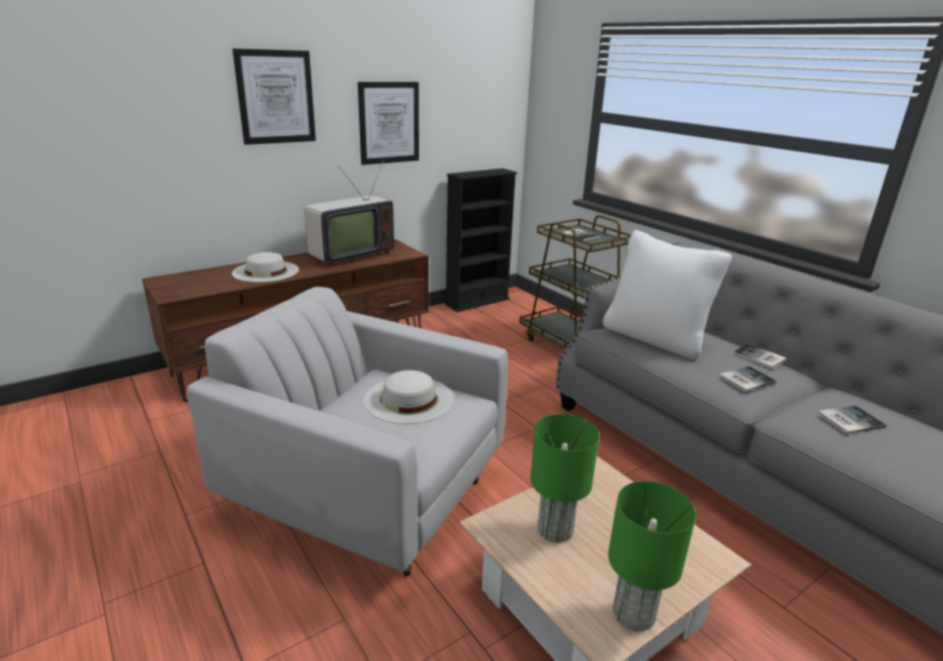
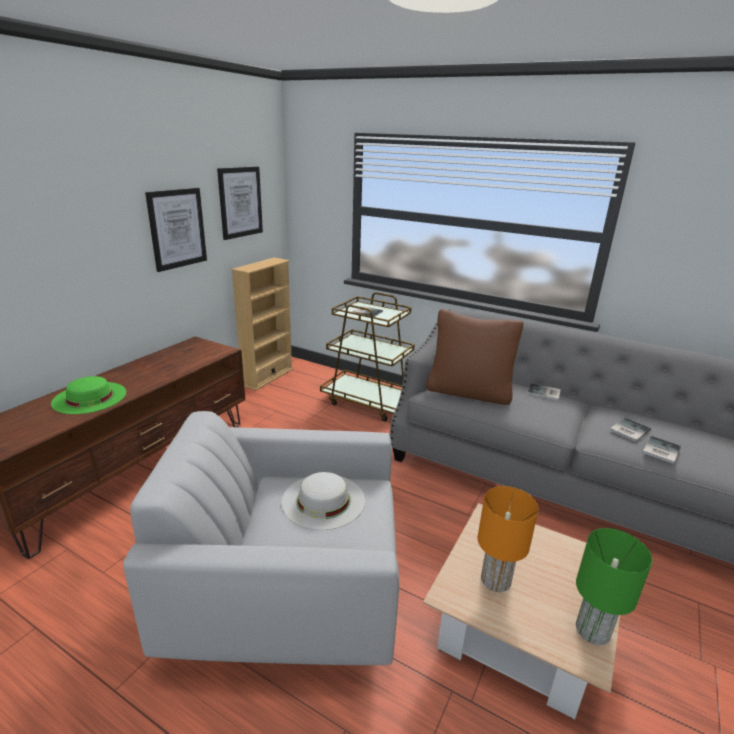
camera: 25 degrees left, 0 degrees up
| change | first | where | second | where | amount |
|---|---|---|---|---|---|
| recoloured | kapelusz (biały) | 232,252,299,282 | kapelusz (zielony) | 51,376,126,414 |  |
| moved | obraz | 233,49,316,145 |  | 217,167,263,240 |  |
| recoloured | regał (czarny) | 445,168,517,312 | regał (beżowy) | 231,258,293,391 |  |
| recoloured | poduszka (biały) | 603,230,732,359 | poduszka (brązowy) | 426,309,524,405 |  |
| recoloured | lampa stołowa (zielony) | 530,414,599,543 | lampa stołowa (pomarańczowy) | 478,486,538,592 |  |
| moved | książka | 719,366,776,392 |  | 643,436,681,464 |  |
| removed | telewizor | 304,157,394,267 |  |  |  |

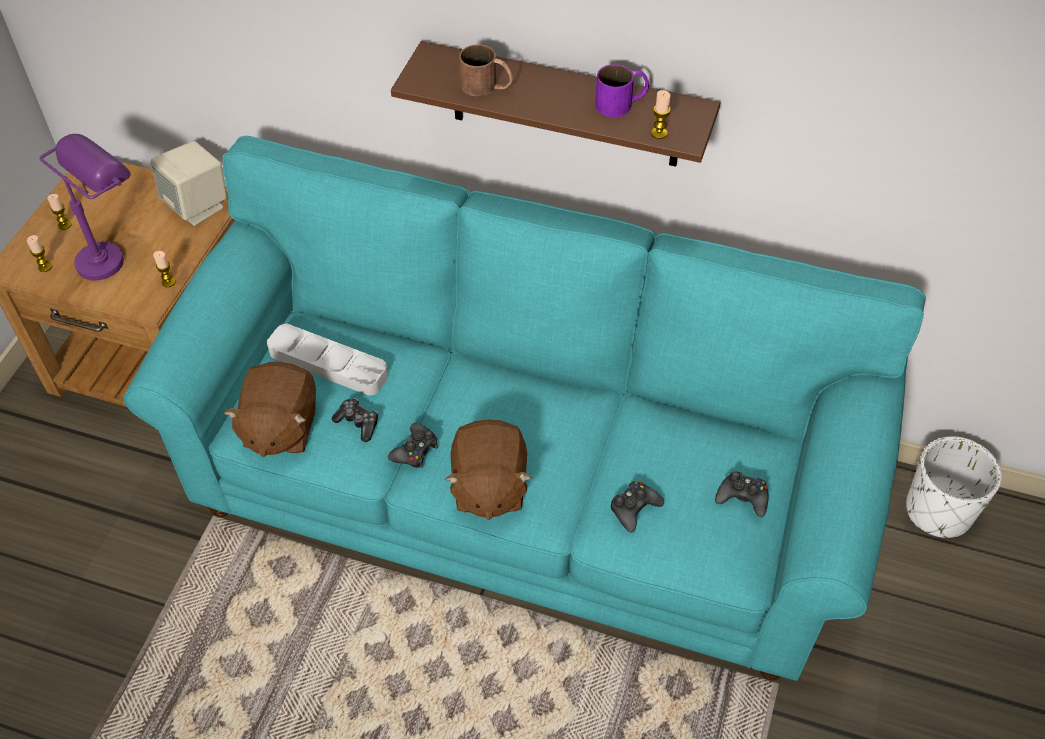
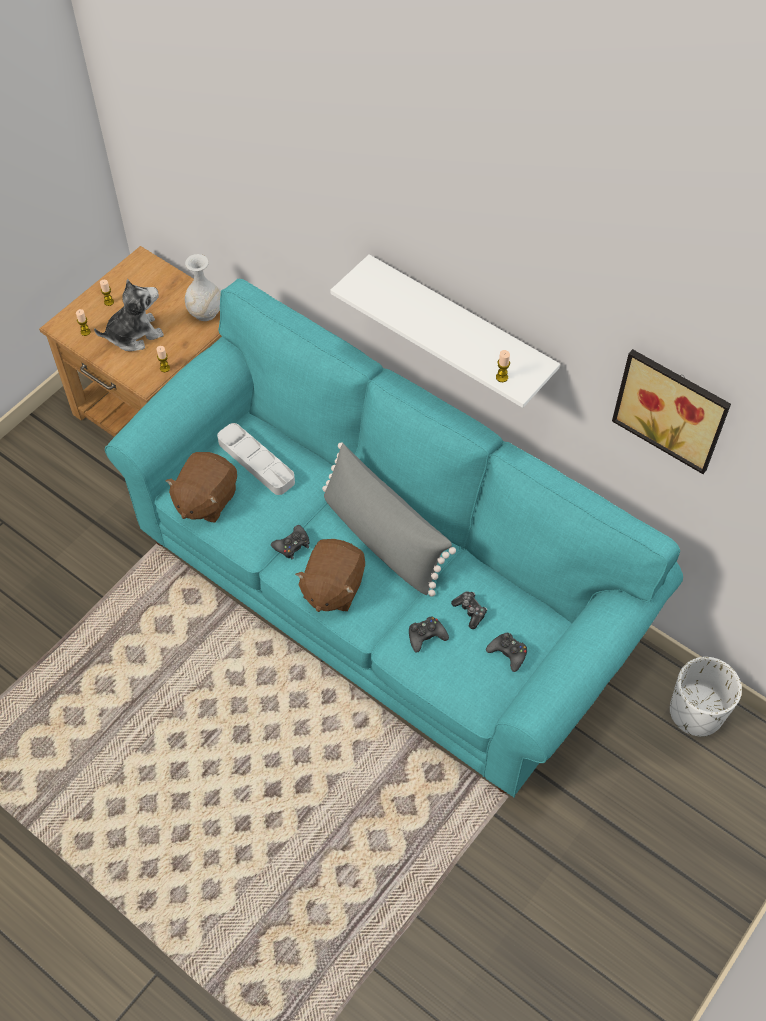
camera: 20 degrees right, 5 degrees up
| change | first | where | second | where | amount |
|---|---|---|---|---|---|
| replaced | lampa stołowa (fioletowy) | 39,134,131,281 | pluszak | 94,279,164,351 |  |
| replaced | głośnik (beżowy) | 151,141,227,226 | wazon (biały) | 185,254,221,321 |  |
| added |  |  | poduszka (szary) | 322,443,456,596 |  |
| recoloured | półka (brązowy) | 391,41,720,167 | półka (biały) | 330,254,560,408 |  |
| moved | pad do gier | 332,398,378,442 |  | 451,591,487,629 |  |
| added |  |  | obraz | 612,349,731,474 |  |
| removed | kubek (brązowy) | 459,45,513,96 |  |  |  |
| removed | kubek (fioletowy) | 595,64,649,117 |  |  |  |

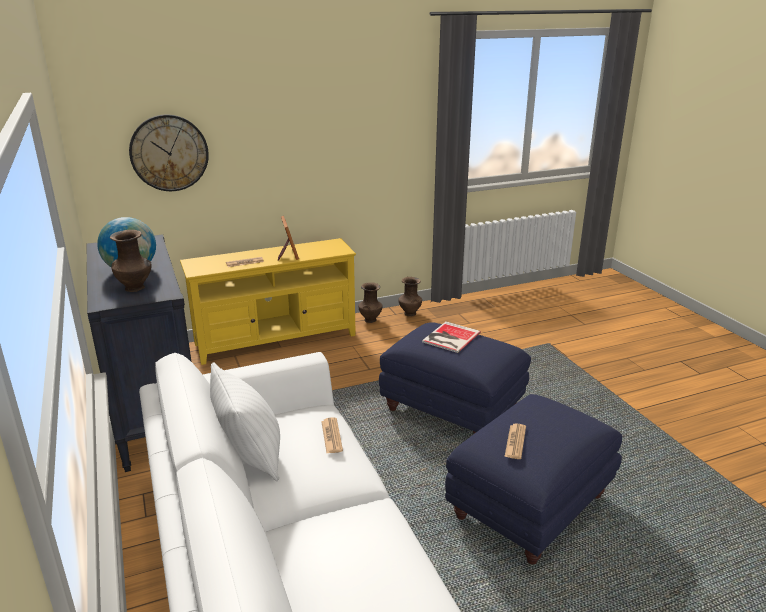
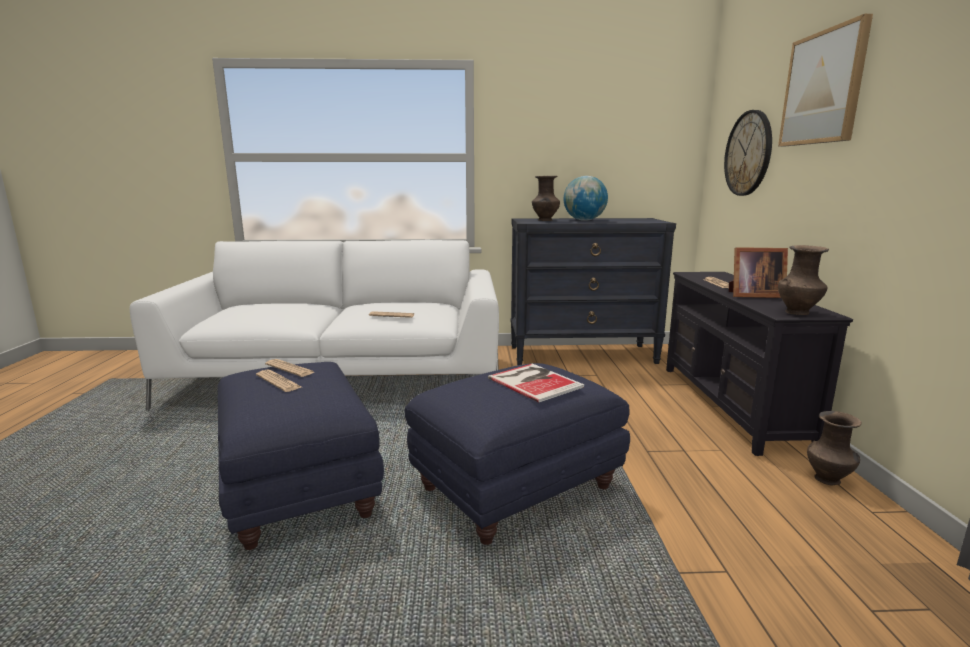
camera: 110 degrees right, 10 degrees down
| change | first | where | second | where | amount |
|---|---|---|---|---|---|
| added |  |  | gazeta | 256,370,301,392 |  |
| recoloured | szafka pod telewizor (żółty) | 180,238,356,365 | szafka pod telewizor (czarny) | 666,272,853,456 |  |
| added |  |  | obraz | 778,14,873,146 |  |
| moved | wazon (brązowy) | 398,277,422,317 |  | 778,245,829,315 |  |
| removed | poduszka (biały) | 210,363,280,481 |  |  |  |

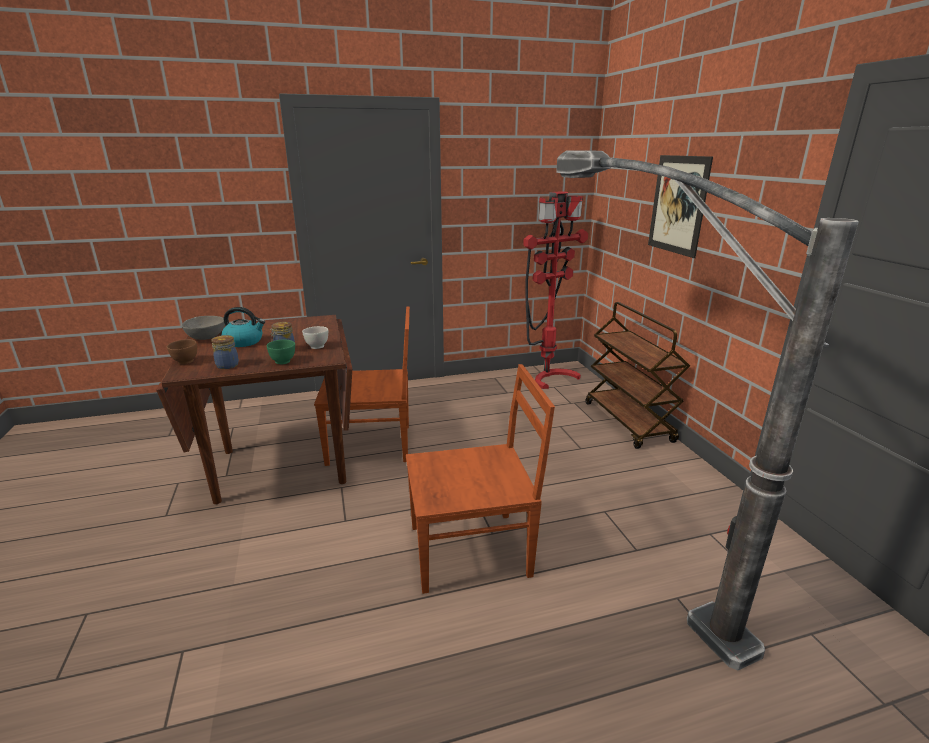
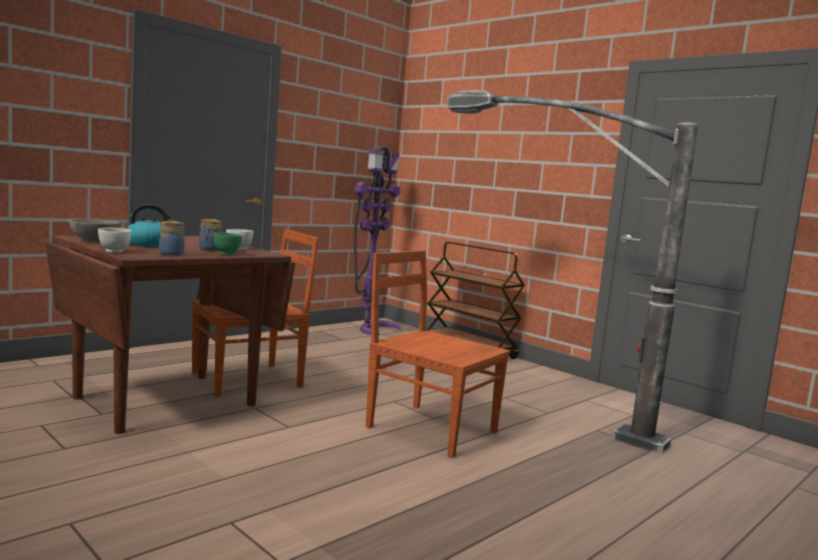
camera: 30 degrees left, 15 degrees down
| change | first | where | second | where | amount |
|---|---|---|---|---|---|
| recoloured | miska (brązowy) | 167,339,197,364 | miska (biały) | 98,228,132,253 |  |
| recoloured | lampa stojąca (czerwony) | 523,191,588,389 | lampa stojąca (fioletowy) | 354,146,400,335 |  |
| turned | krzesło (brązowy) | 406,364,555,594 |  | 366,250,510,458 | 105 degrees counterclockwise |
| removed | obraz | 648,155,713,258 |  |  |  |

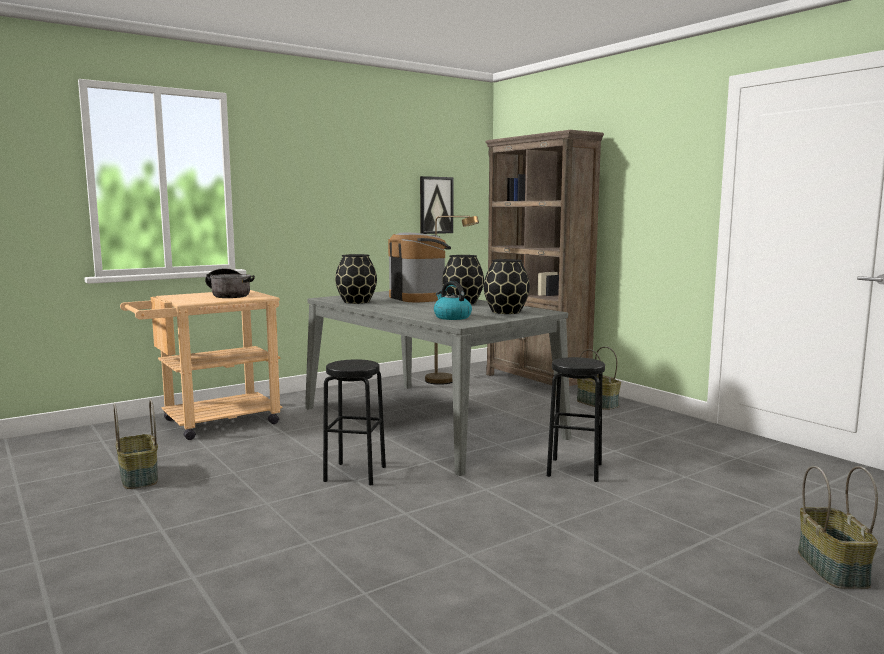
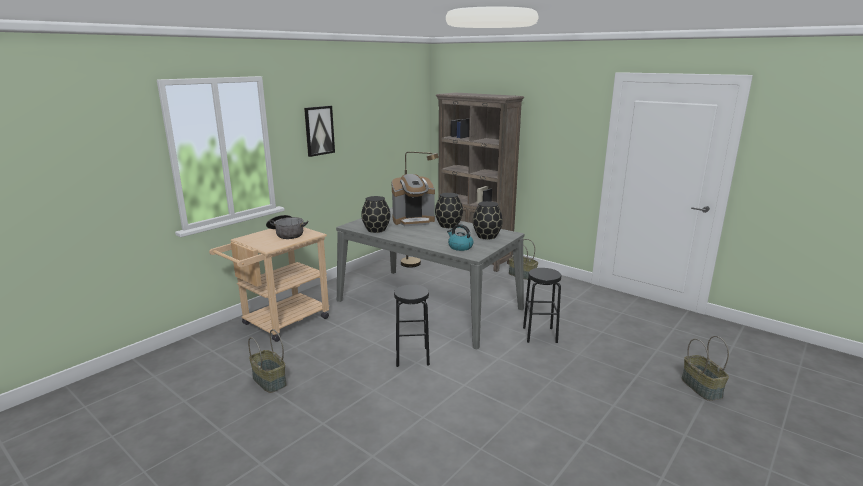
camera: 15 degrees left, 10 degrees up
| change | first | where | second | where | amount |
|---|---|---|---|---|---|
| moved | obraz | 420,176,453,234 |  | 304,106,335,157 |  |
| turned | ekspres do kawy | 388,233,451,302 |  | 391,174,435,226 | 120 degrees clockwise |

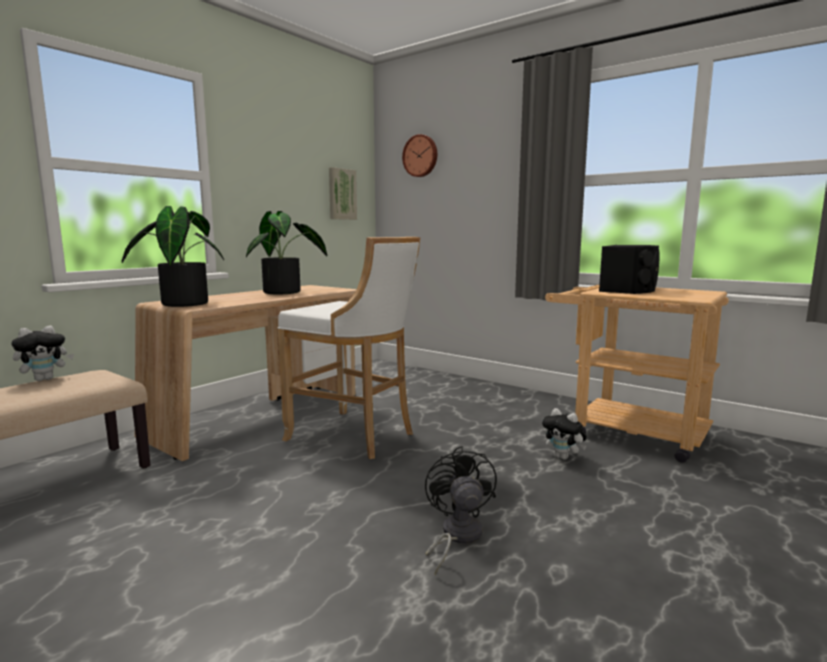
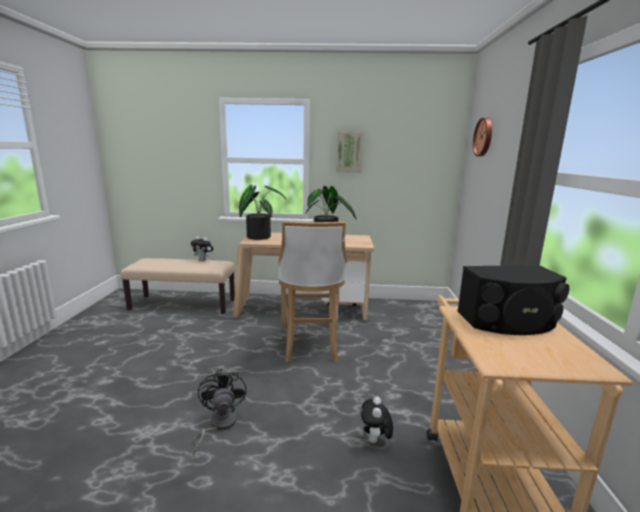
camera: 55 degrees right, 5 degrees up
| change | first | where | second | where | amount |
|---|---|---|---|---|---|
| turned | wentylator (czarny) | 425,446,497,576 |  | 193,369,246,456 | 60 degrees counterclockwise |
| moved | obraz | 329,167,357,220 |  | 336,132,364,173 |  |

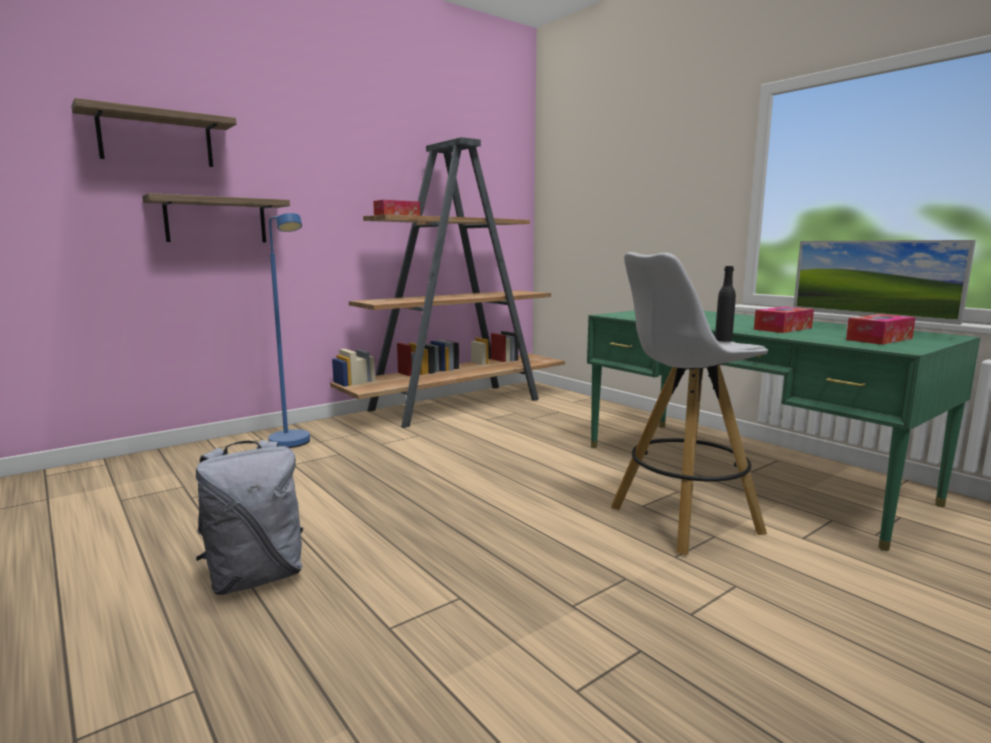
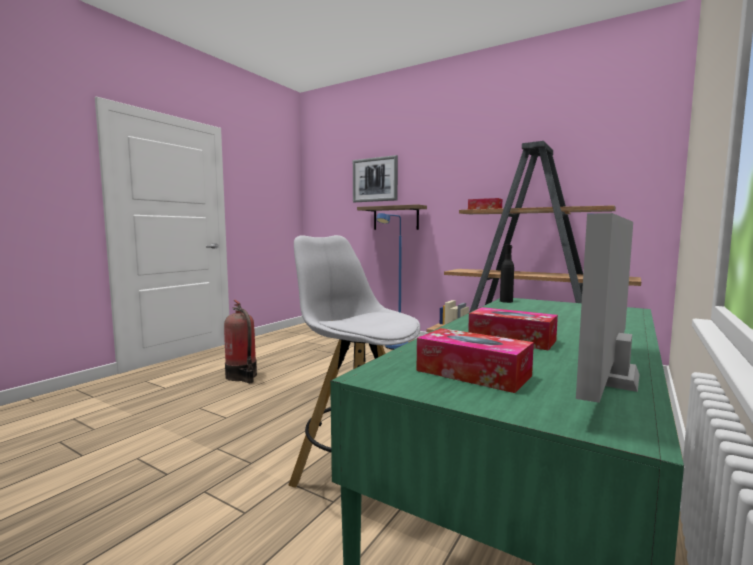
camera: 70 degrees right, 5 degrees down
| change | first | where | second | where | amount |
|---|---|---|---|---|---|
| replaced | plecak (szary) | 196,440,303,595 | gaśnica | 224,300,257,383 |  |
| replaced | półka | 71,98,236,167 | obraz | 353,155,398,202 |  |
| moved | butelka (czarny) | 715,266,736,342 |  | 500,245,514,303 |  |

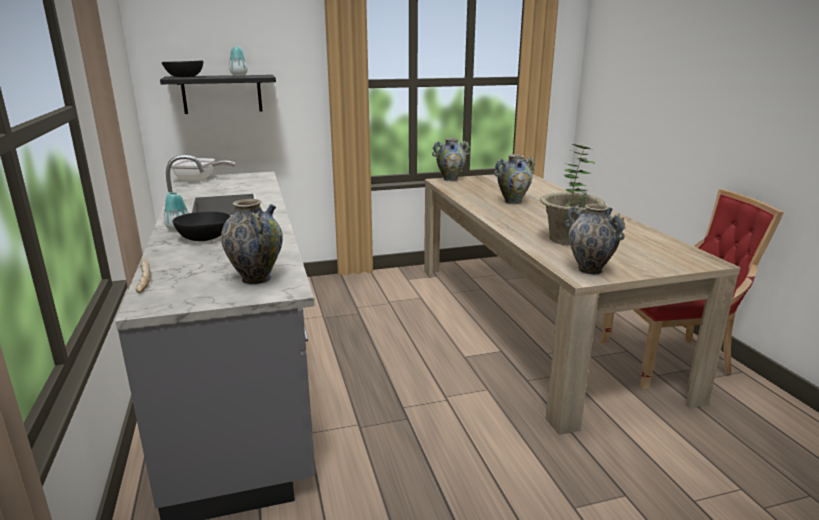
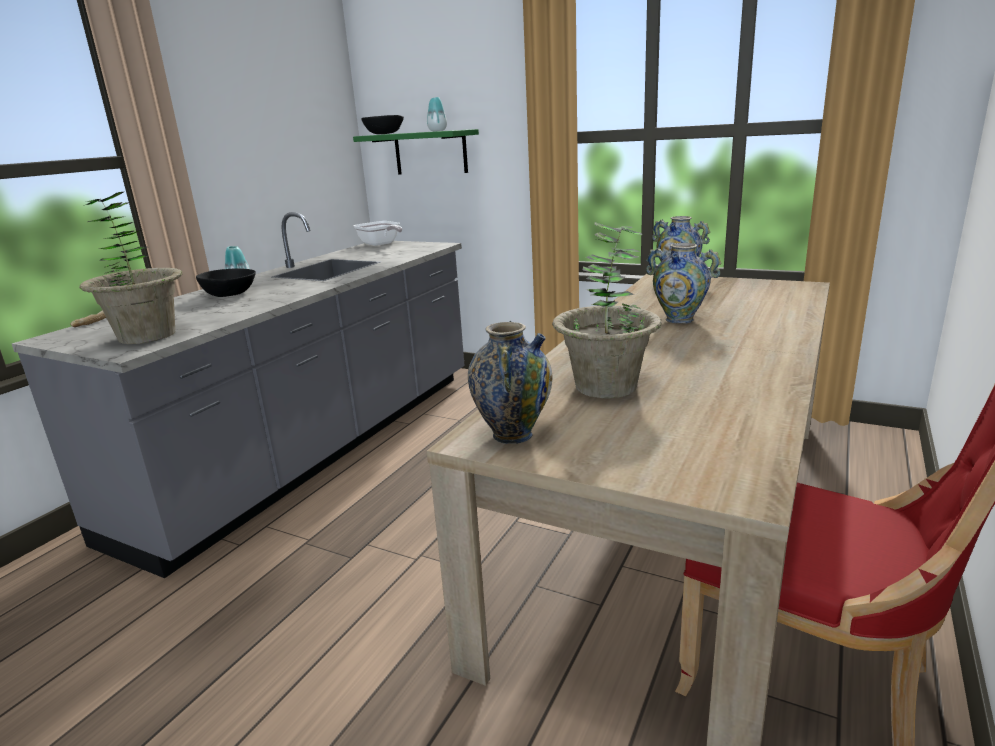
camera: 45 degrees right, 0 degrees up
| change | first | where | second | where | amount |
|---|---|---|---|---|---|
| replaced | wazon | 221,199,283,284 | roślina doniczkowa | 79,191,182,344 |  |
| recoloured | półka (czarny) | 160,75,276,114 | półka (zielony) | 353,129,479,174 |  |

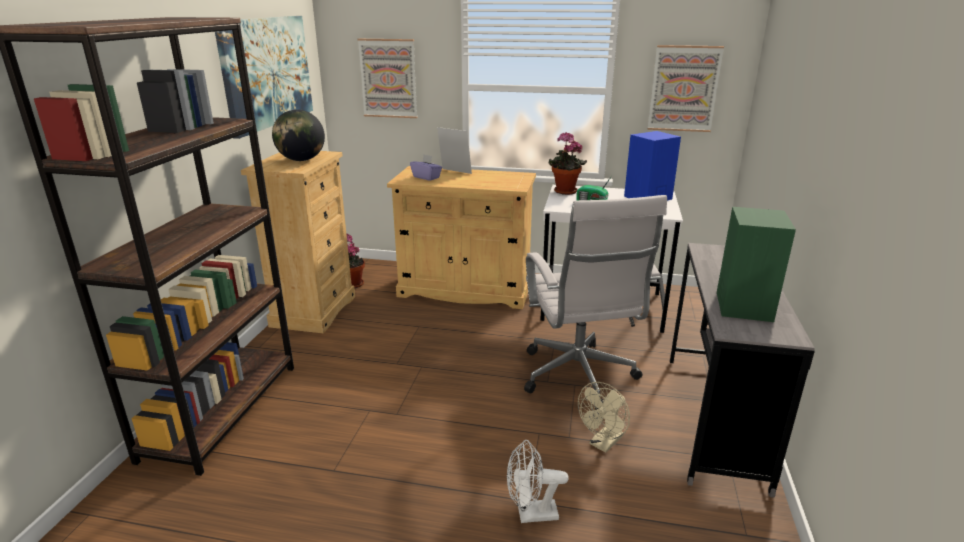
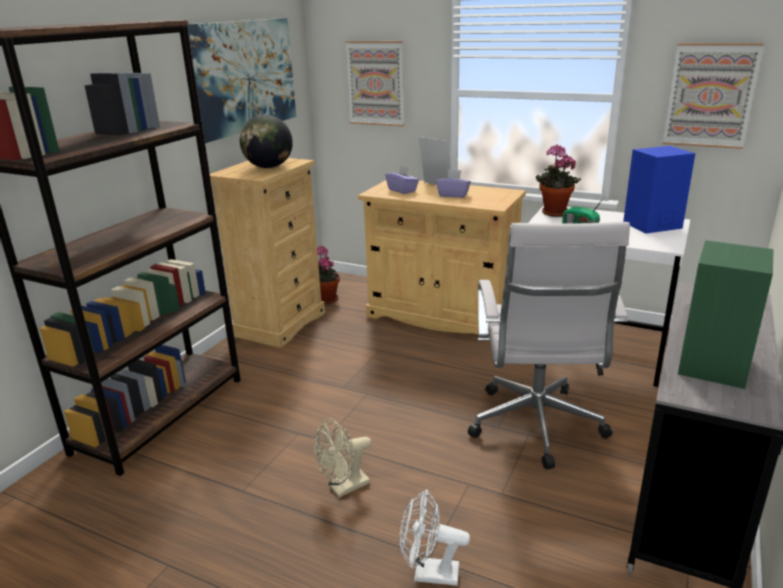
camera: 15 degrees right, 0 degrees up
| change | first | where | second | where | amount |
|---|---|---|---|---|---|
| moved | wentylator (beżowy) | 578,382,630,453 |  | 314,418,372,498 |  |
| added |  |  | pudełko chusteczek (fioletowy) | 436,170,471,198 |  |

